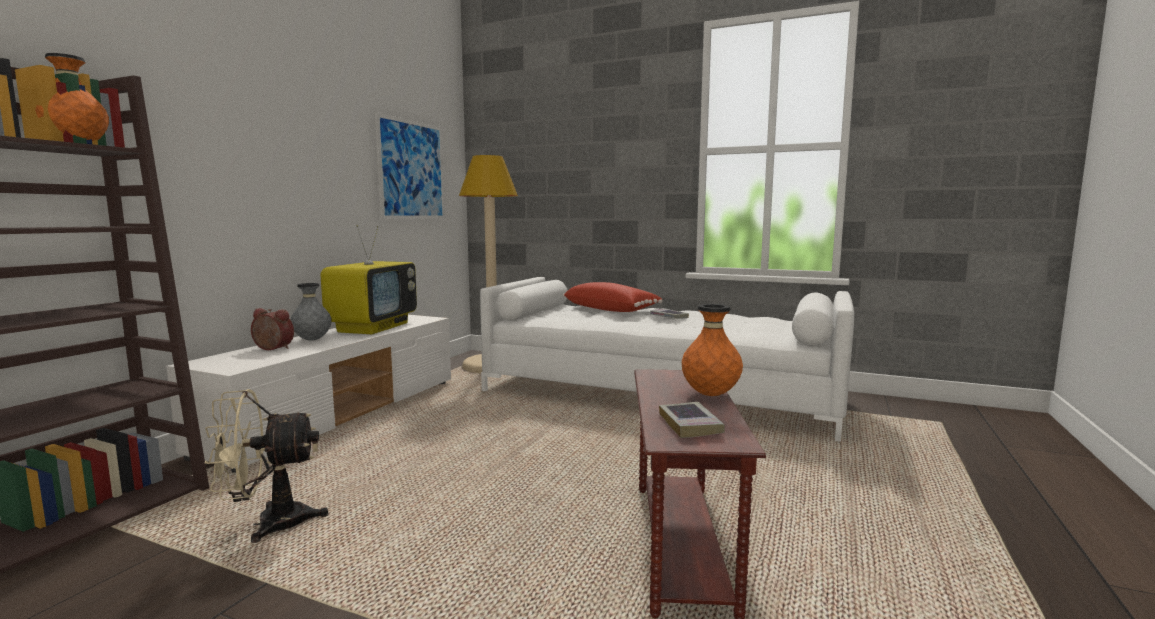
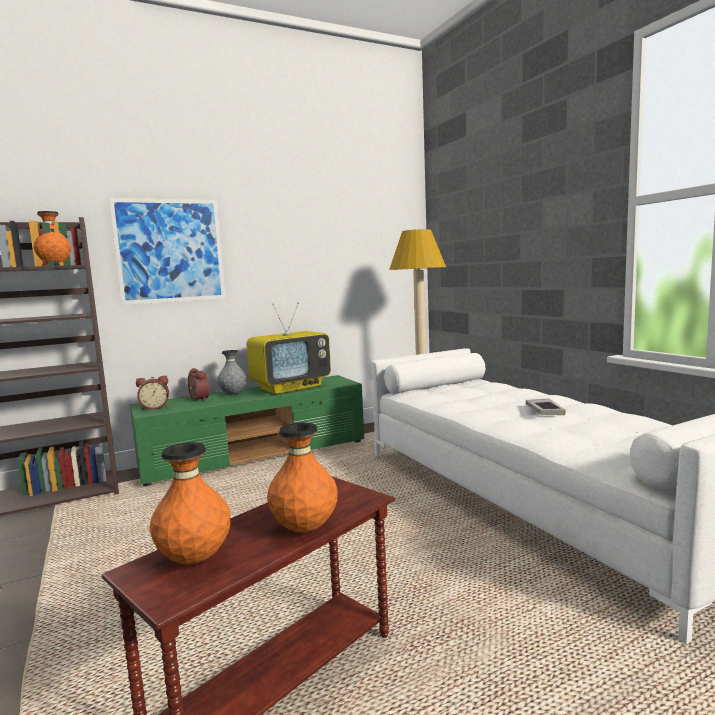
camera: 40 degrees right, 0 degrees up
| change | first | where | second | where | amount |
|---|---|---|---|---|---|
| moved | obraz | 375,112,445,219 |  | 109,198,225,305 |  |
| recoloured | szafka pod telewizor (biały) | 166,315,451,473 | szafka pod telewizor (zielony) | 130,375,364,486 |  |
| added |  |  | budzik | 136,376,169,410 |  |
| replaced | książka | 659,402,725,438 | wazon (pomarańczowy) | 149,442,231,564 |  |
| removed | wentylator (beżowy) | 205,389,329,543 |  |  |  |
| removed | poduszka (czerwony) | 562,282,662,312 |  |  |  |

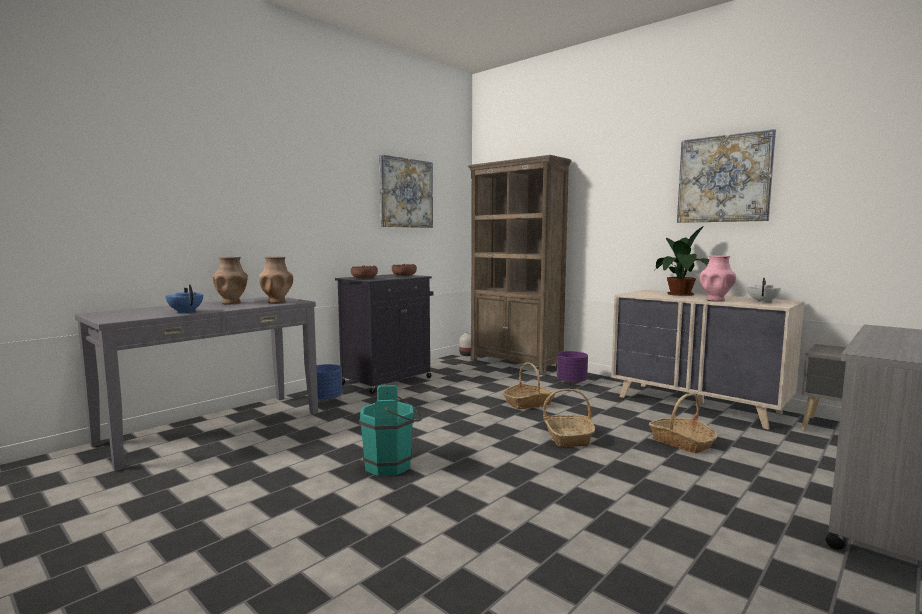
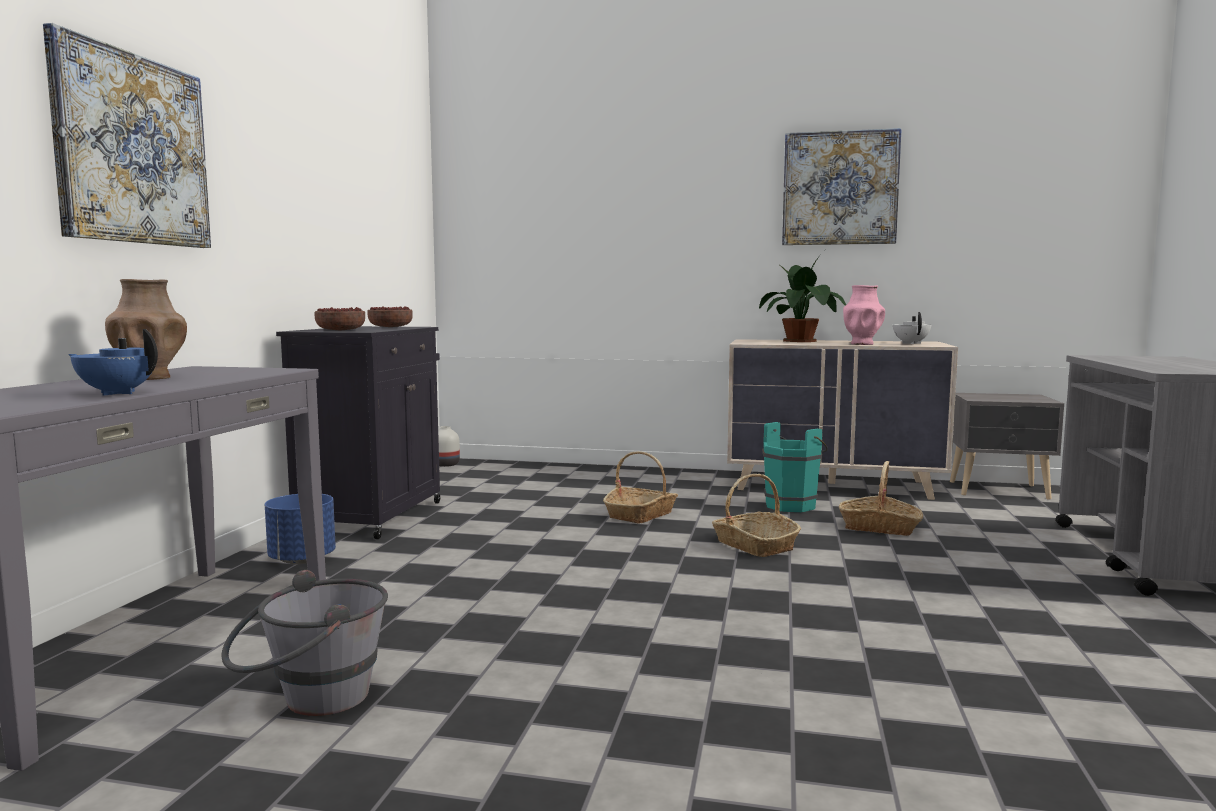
camera: 30 degrees left, 0 degrees up
| change | first | where | second | where | amount |
|---|---|---|---|---|---|
| moved | obraz | 379,155,433,228 |  | 43,23,211,248 |  |
| added |  |  | wiadro (szary) | 221,570,388,716 |  |
| moved | wiadro (turkusowy) | 359,385,422,476 |  | 762,422,828,512 |  |
| removed | wazon (brązowy) | 259,257,293,304 |  |  |  |
| removed | regał (brązowy) | 468,155,571,376 |  |  |  |
| removed | donica (fioletowy) | 557,351,588,384 |  |  |  |

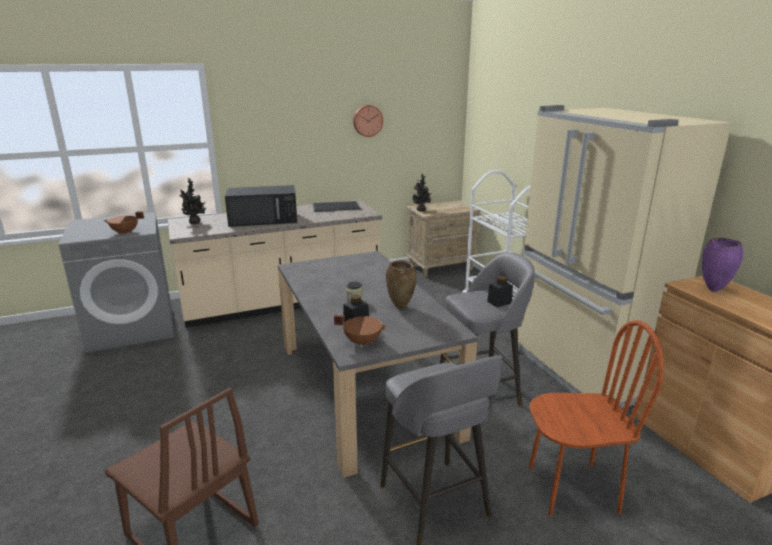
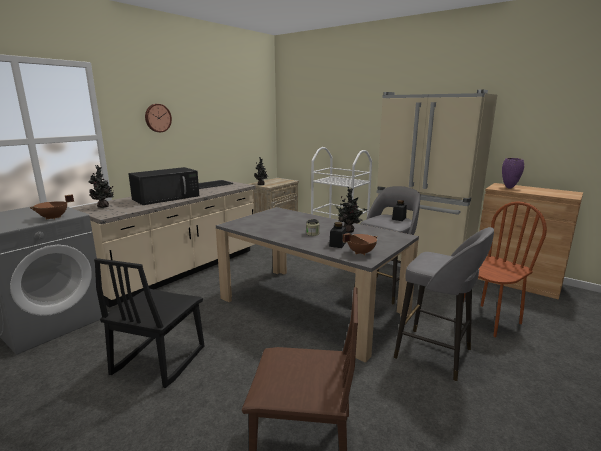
camera: 30 degrees left, 5 degrees down
| change | first | where | second | where | amount |
|---|---|---|---|---|---|
| added |  |  | krzesło (czarny) | 94,258,204,388 |  |
| moved | zegar ścienny | 353,105,383,137 |  | 145,104,172,132 |  |
| replaced | wazon (brązowy) | 386,260,417,309 | roślina doniczkowa | 335,187,367,233 |  |

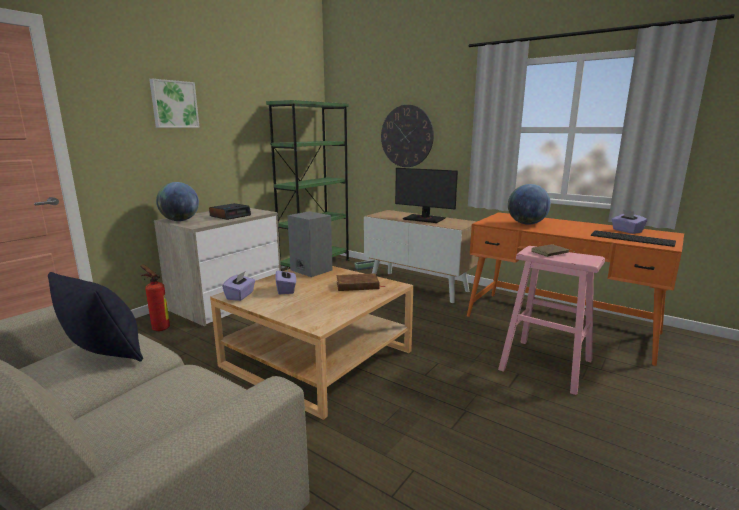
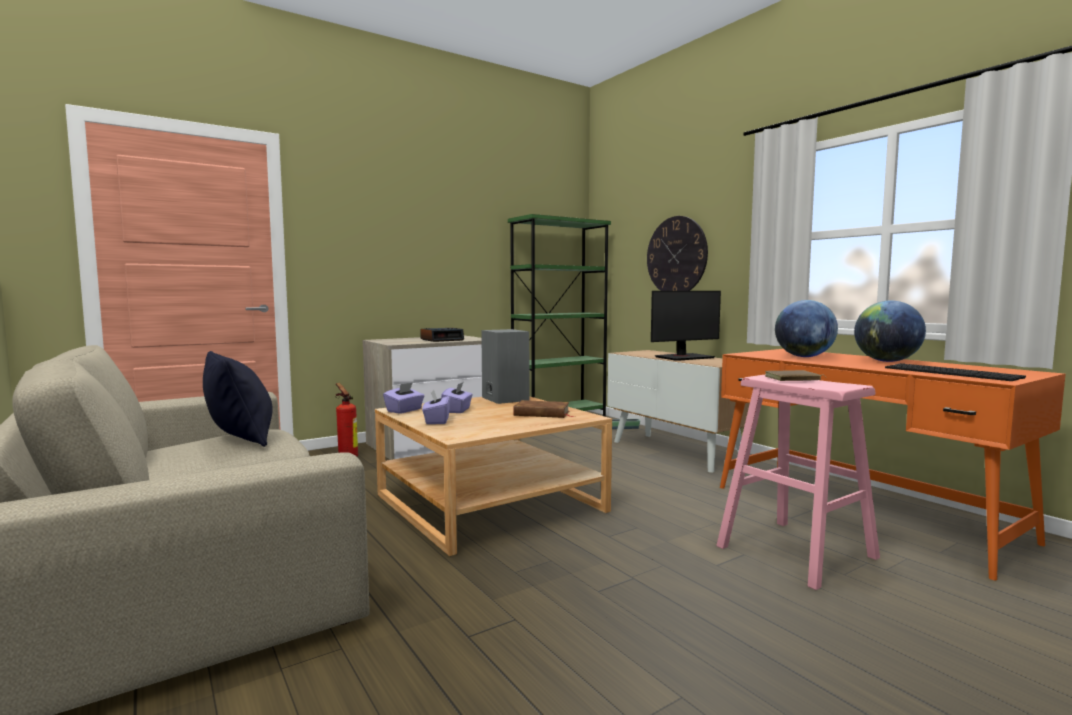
camera: 20 degrees right, 10 degrees down
| change | first | where | second | where | amount |
|---|---|---|---|---|---|
| moved | pudełko chusteczek (fioletowy) | 611,209,648,234 |  | 422,390,450,424 |  |
| turned | monitor | 395,168,458,223 |  | 651,291,721,361 | 75 degrees counterclockwise |
| moved | globus | 156,182,199,221 |  | 854,301,926,362 |  |
| removed | obraz | 149,79,200,128 |  |  |  |

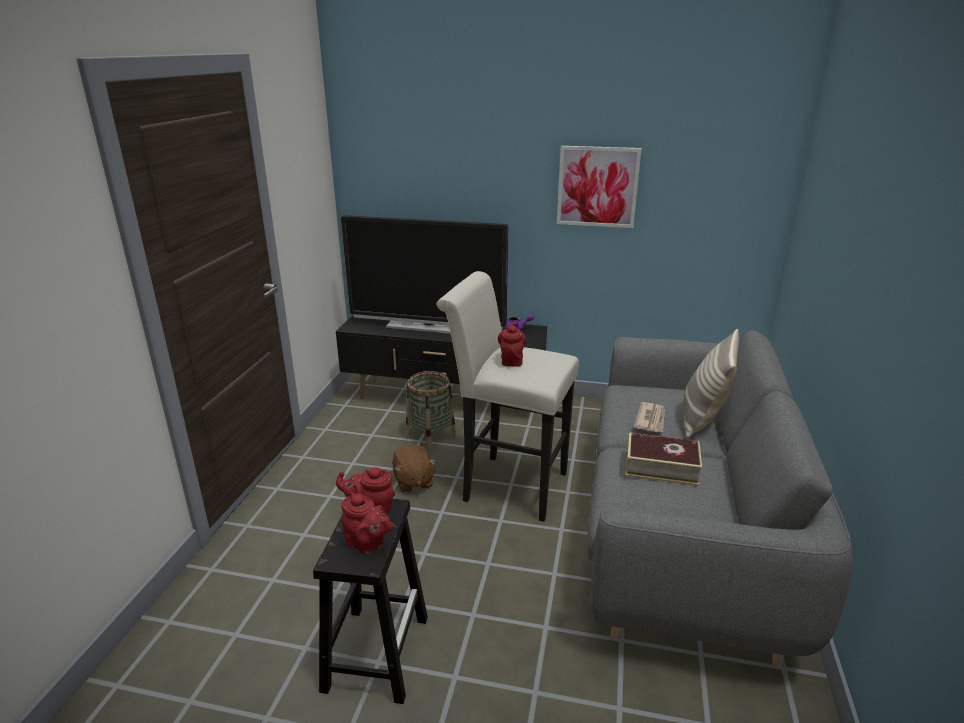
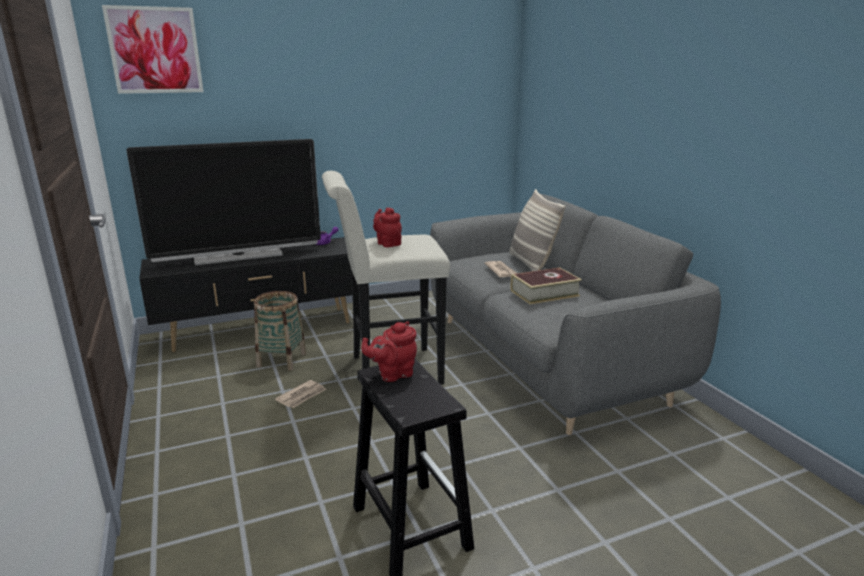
camera: 35 degrees left, 5 degrees down
| change | first | where | second | where | amount |
|---|---|---|---|---|---|
| moved | obraz | 557,146,642,228 |  | 102,5,204,94 |  |
| replaced | pluszak (brązowy) | 392,445,437,493 | gazeta | 275,380,326,408 |  |
| removed | imbryk (czerwony) | 341,492,393,554 |  |  |  |

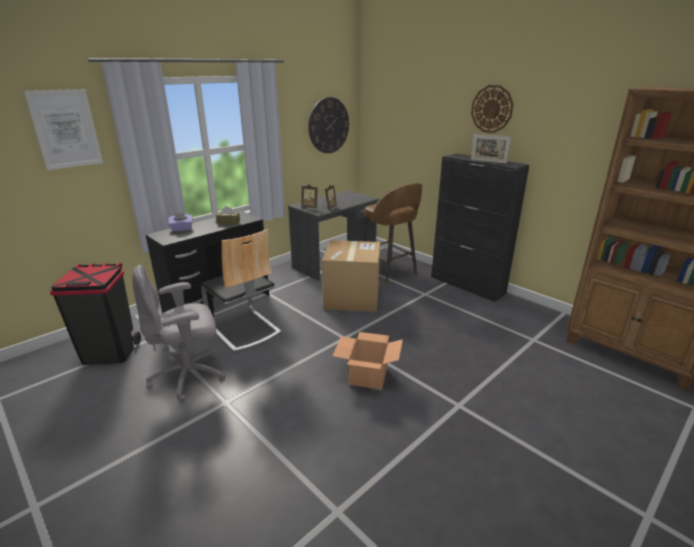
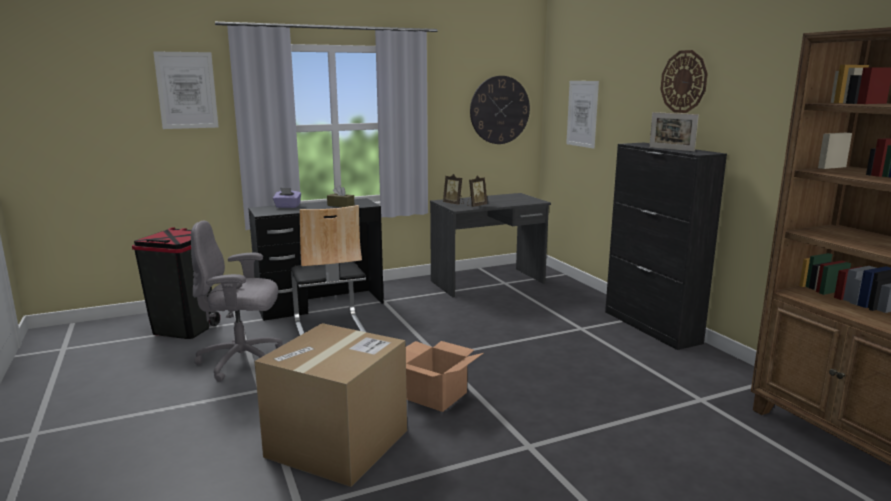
camera: 20 degrees right, 10 degrees down
| change | first | where | second | where | amount |
|---|---|---|---|---|---|
| moved | karton | 322,240,380,312 |  | 254,323,407,487 |  |
| added |  |  | obraz | 566,81,599,149 |  |
| removed | stołek (brązowy) | 363,183,422,285 |  |  |  |

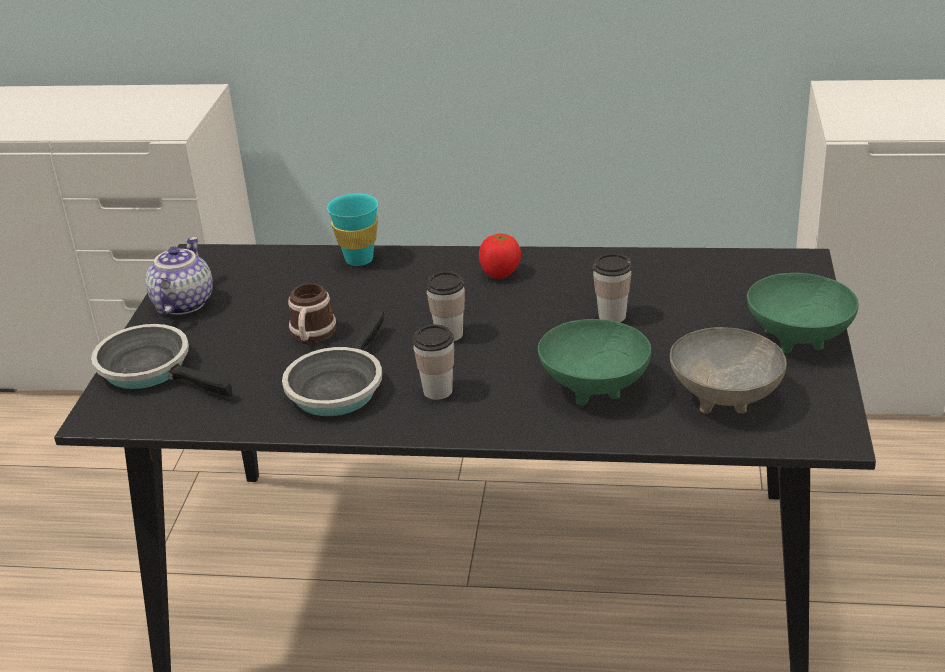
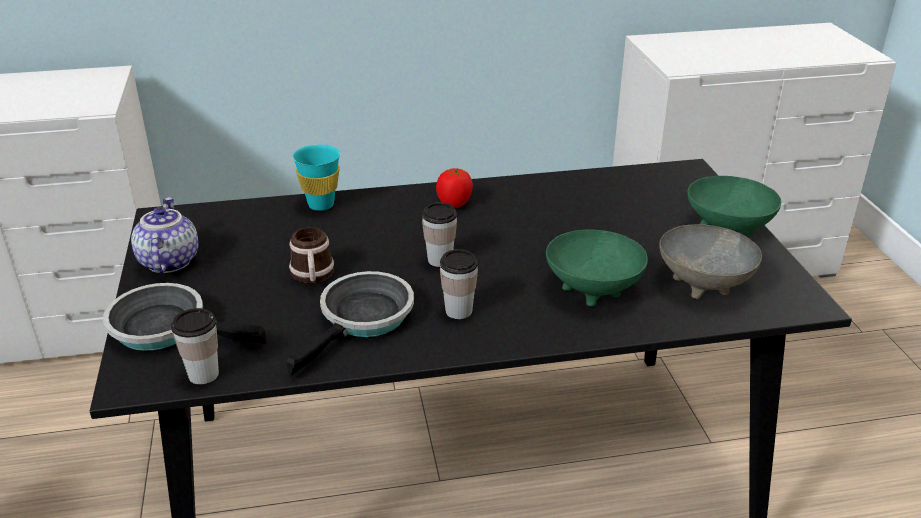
camera: 20 degrees left, 0 degrees up
| change | first | where | second | where | amount |
|---|---|---|---|---|---|
| moved | filiżanka | 593,253,632,322 |  | 171,308,219,385 |  |
| turned | patelnia | 282,310,384,417 |  | 286,271,414,376 | 150 degrees counterclockwise |

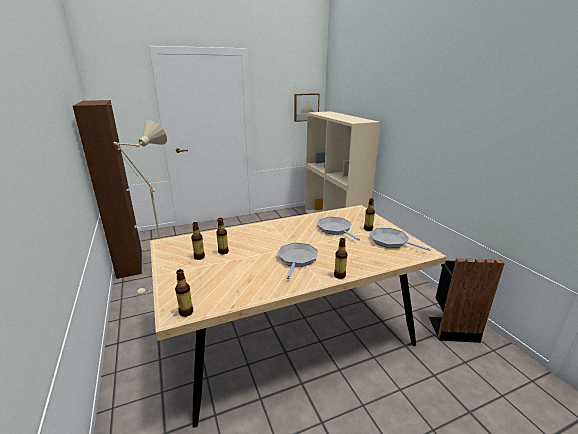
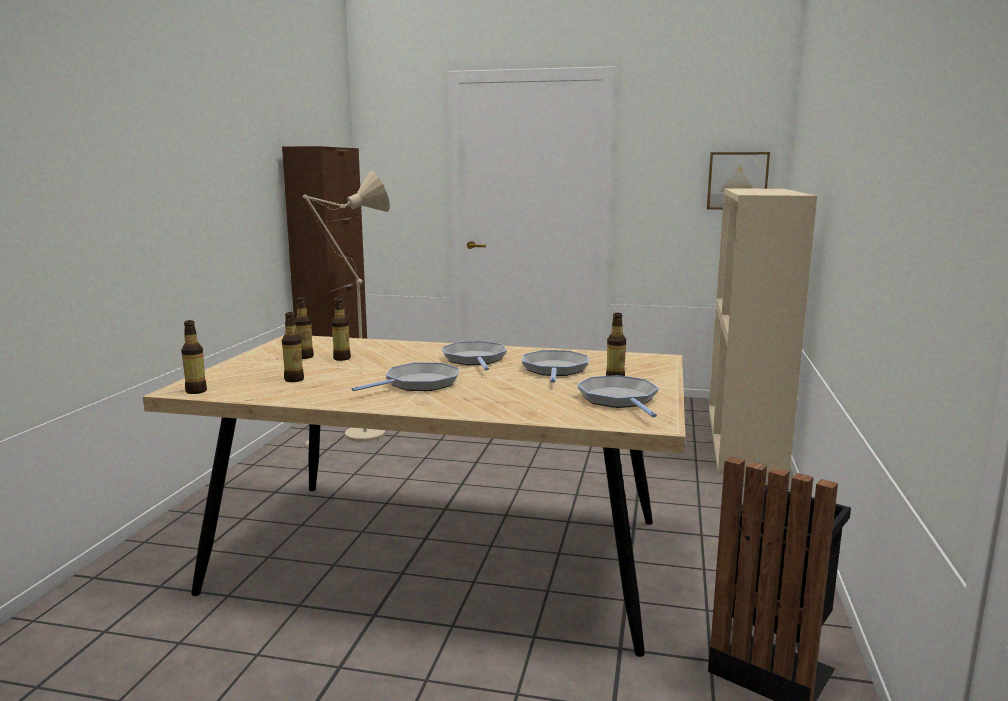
camera: 35 degrees right, 10 degrees down
| change | first | where | second | where | amount |
|---|---|---|---|---|---|
| moved | butelka | 334,238,347,279 |  | 282,312,304,382 |  |
| added |  |  | patelnia | 442,341,507,371 |  |

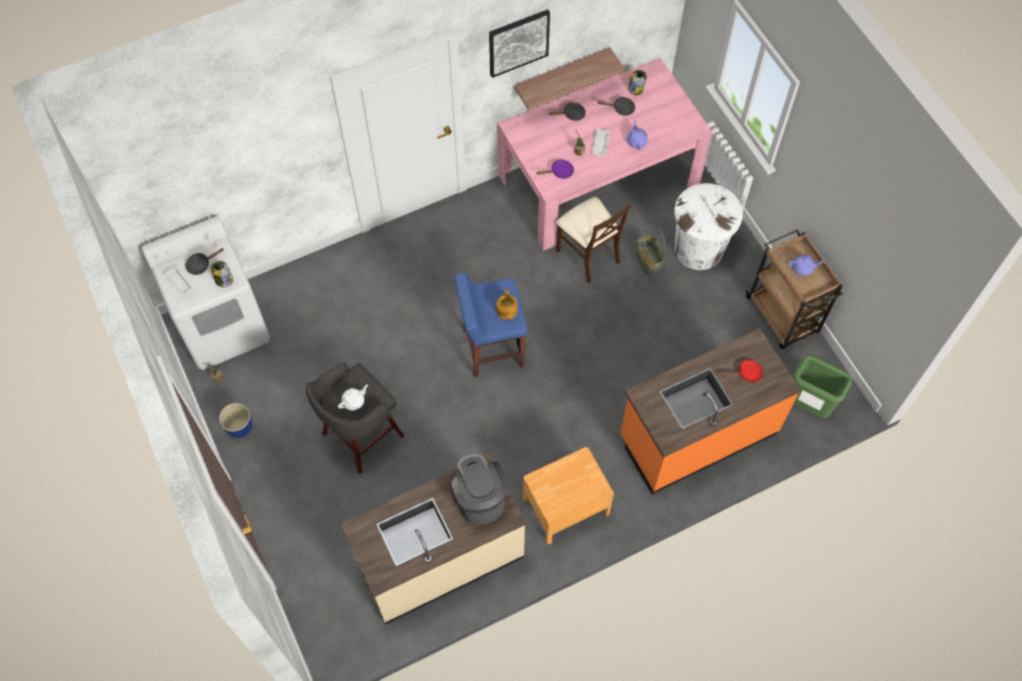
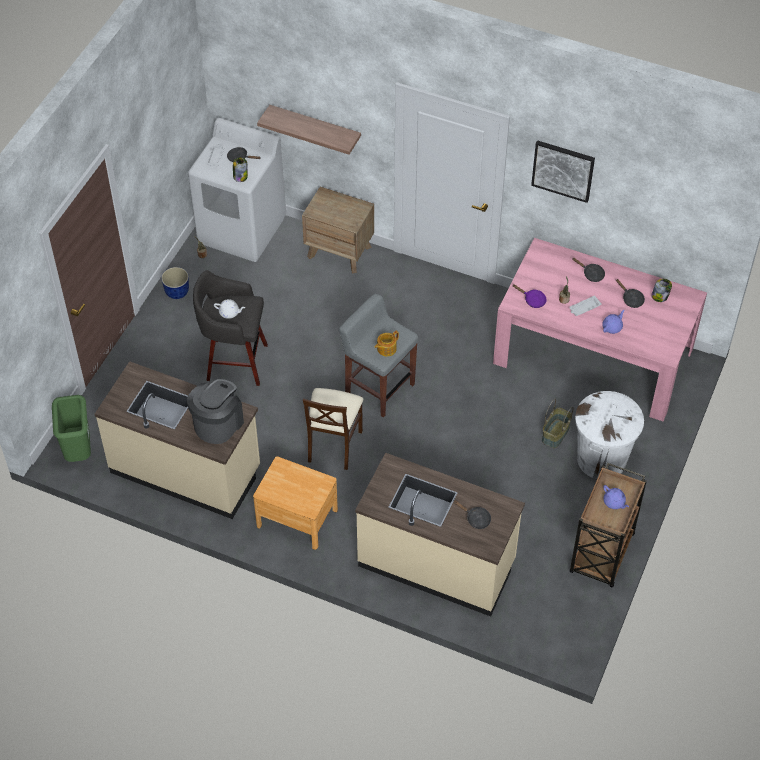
camera: 50 degrees right, 10 degrees down
| change | first | where | second | where | amount |
|---|---|---|---|---|---|
| moved | kosz na śmieci (zielony) | 793,355,852,418 |  | 52,395,91,462 |  |
| moved | półka | 514,47,625,110 |  | 257,105,361,155 |  |
| added |  |  | szafka nocna (brązowy) | 302,187,374,273 |  |
| moved | krzesło (beżowy) | 556,197,631,283 |  | 303,388,364,470 |  |
| recoloured | stołek (niebieski) | 454,272,527,377 | stołek (szary) | 339,294,418,418 |  |
| recoloured | zabudowa kuchenna (pomarańczowy) | 620,328,801,494 | zabudowa kuchenna (beżowy) | 355,453,525,617 |  |
| recoloured | patelnia (czerwony) | 723,360,763,382 | patelnia (czarny) | 454,501,491,529 |  |

